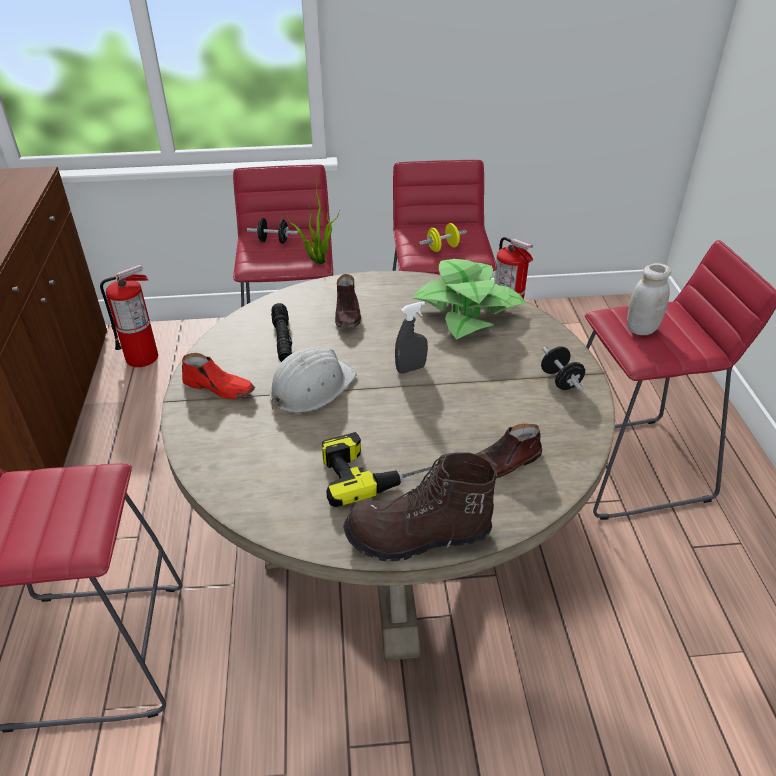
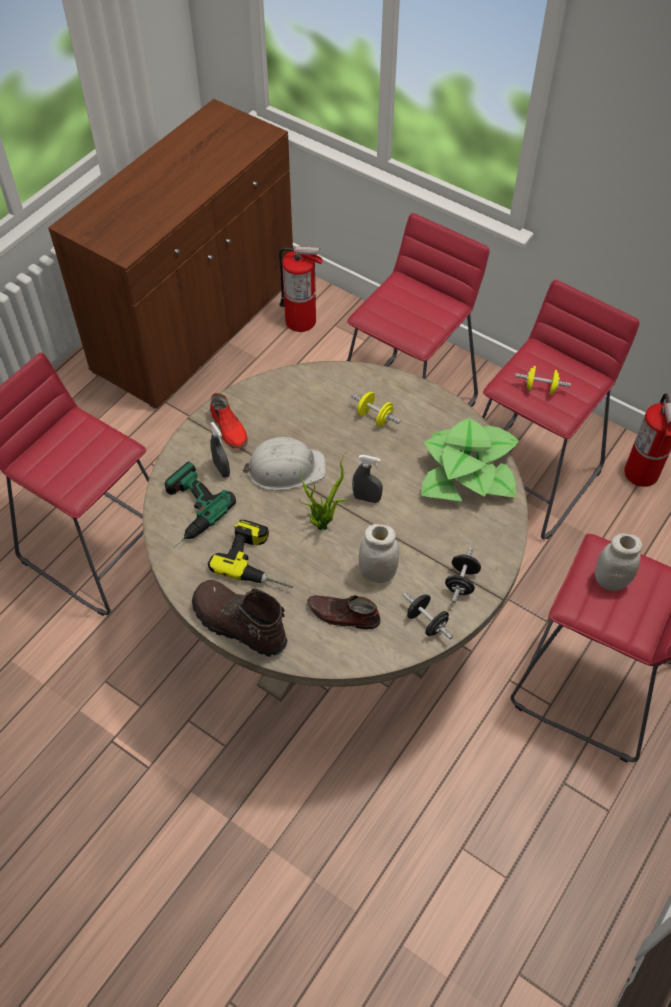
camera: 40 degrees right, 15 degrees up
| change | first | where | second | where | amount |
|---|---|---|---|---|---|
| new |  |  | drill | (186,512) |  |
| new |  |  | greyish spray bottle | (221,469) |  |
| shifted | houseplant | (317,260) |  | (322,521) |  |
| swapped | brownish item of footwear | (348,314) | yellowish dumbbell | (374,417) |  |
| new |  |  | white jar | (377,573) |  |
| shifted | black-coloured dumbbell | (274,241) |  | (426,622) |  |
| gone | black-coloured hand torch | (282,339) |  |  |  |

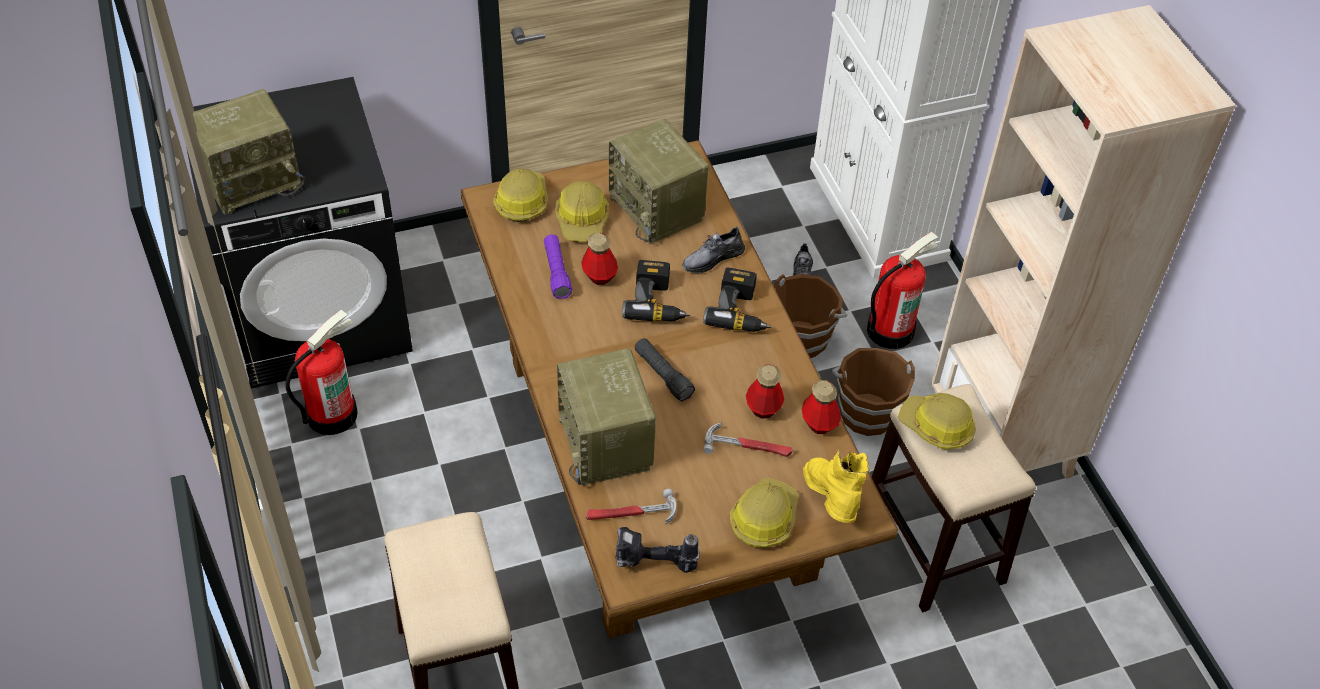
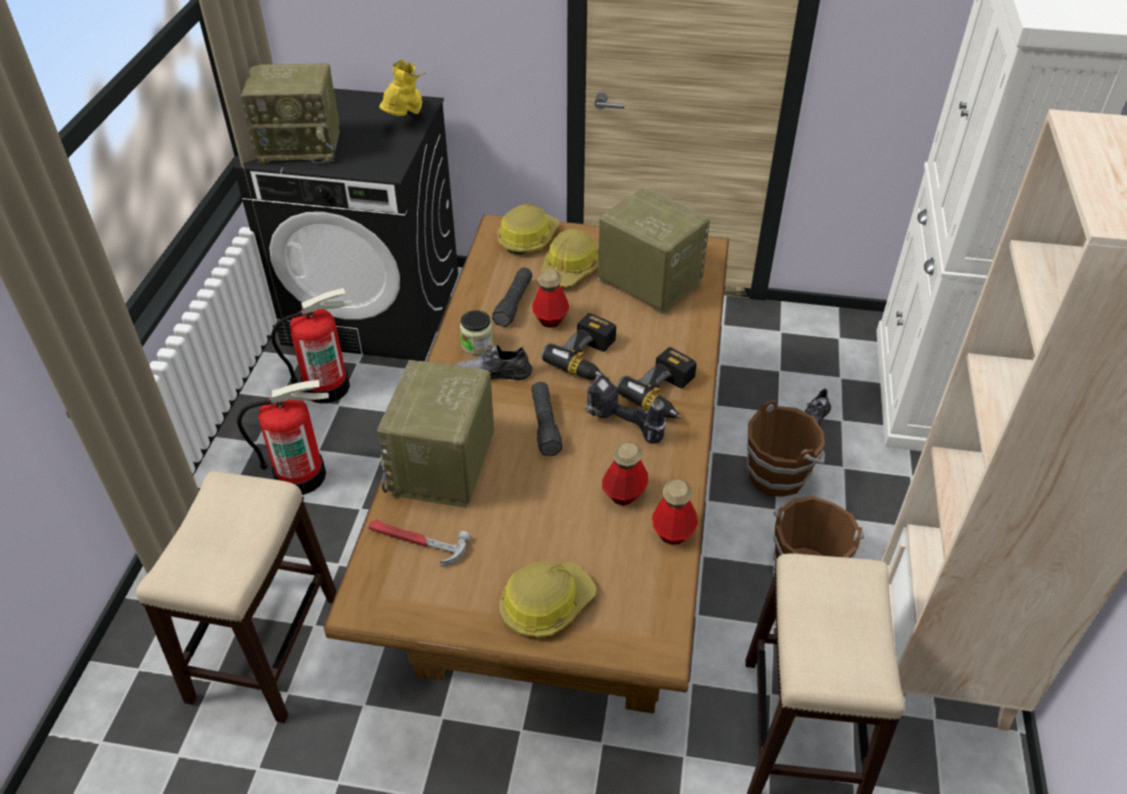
camera: 30 degrees right, 5 degrees down
| change | first | where | second | where | amount |
|---|---|---|---|---|---|
| shifted | extinguisher | (890,330) |  | (301,475) |  |
| shifted | yellowish boot | (831,502) |  | (405,118) |  |
| shifted | greyish item of footwear | (712,258) |  | (492,373) |  |
| new |  |  | jar | (477,345) |  |
| repainted | purple-coloured hand torch | (556,272) | black-coloured hand torch | (514,303) |  |
| shifted | drill | (653,565) |  | (622,427) |  |
| rotated | radio receiver | (658,209) |  | (647,282) | 135 degrees clockwise |
| gone | hammer | (748,446) |  |  |  |
| gone | safety helmet | (936,427) |  |  |  |

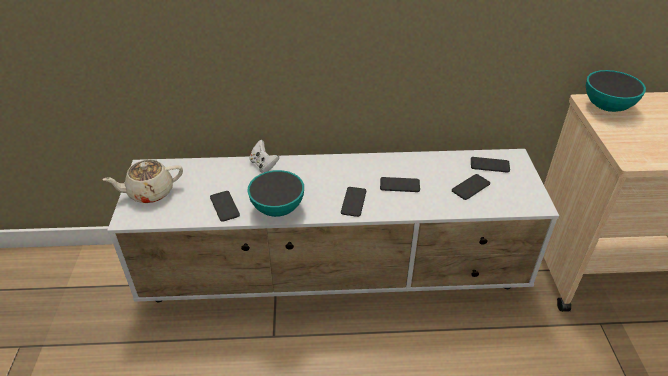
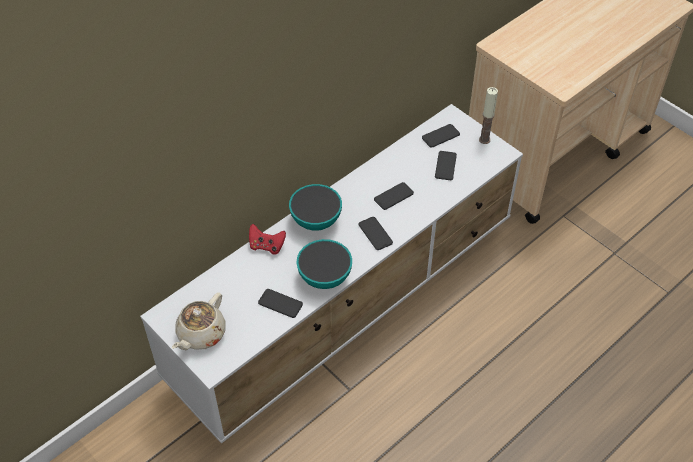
camera: 40 degrees left, 10 degrees up
| change | first | where | second | where | amount |
|---|---|---|---|---|---|
| repainted | white joypad | (263,165) | red-coloured joypad | (266,246) |  |
| shifted | serving bowl | (607,107) |  | (316,221) |  |
| new |  |  | wax light | (484,139) |  |

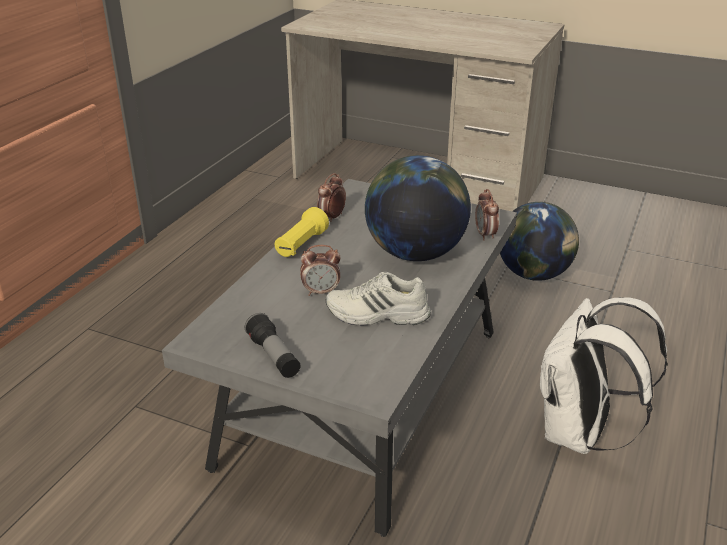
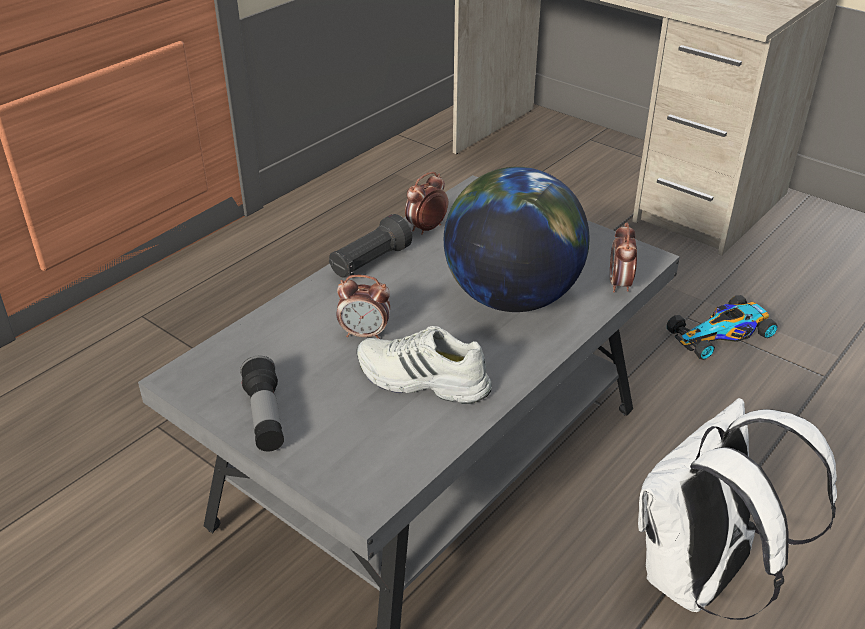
camera: 15 degrees right, 5 degrees up
| change | first | where | second | where | amount |
|---|---|---|---|---|---|
| repainted | yellowish hand torch | (301,245) | black-coloured hand torch | (370,262) |  |
| swapped | globe | (534,274) | model car | (722,333) |  |

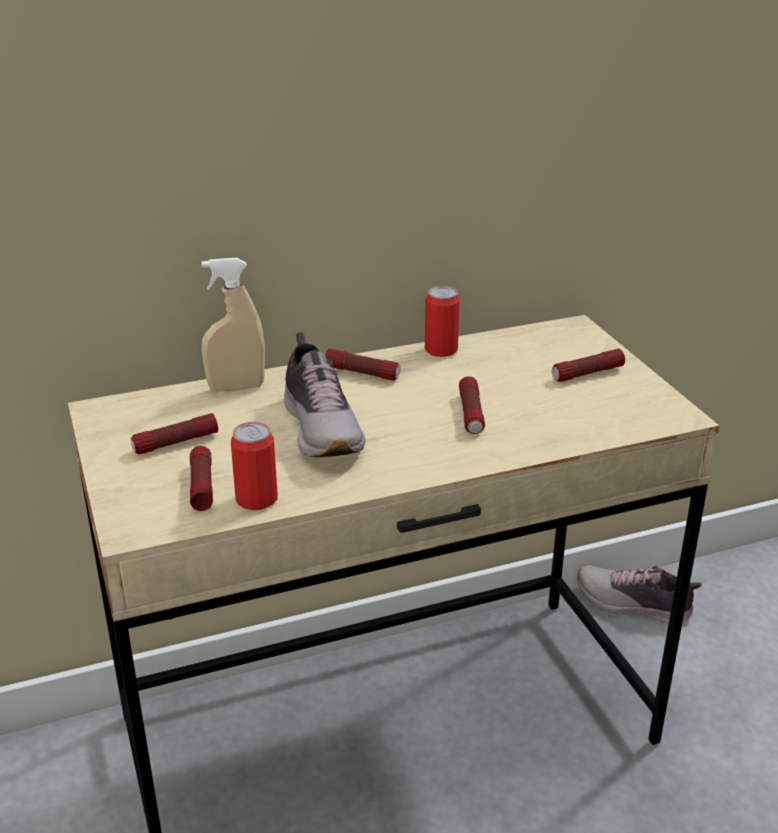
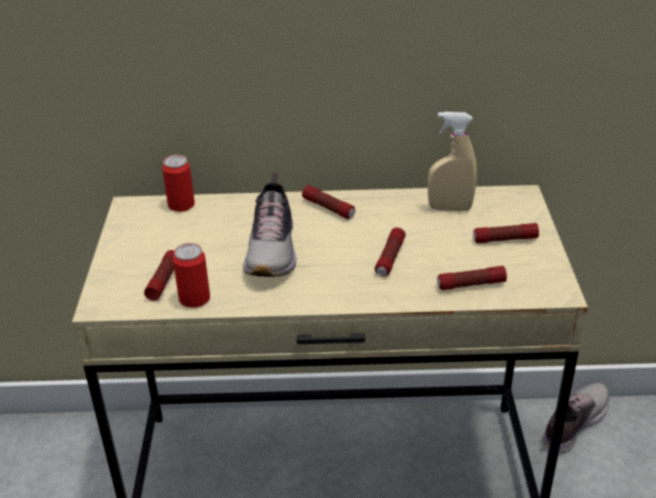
camera: 20 degrees right, 5 degrees up
| change | first | where | second | where | amount |
|---|---|---|---|---|---|
| shifted | sealed can | (441,350) |  | (181,205) |  |
| shifted | sand-coloured spray bottle | (236,387) |  | (450,208) |  |
| shifted | hand torch | (175,443) |  | (471,285) |  |
| rotated | item of footwear | (633,605) |  | (572,424) | 90 degrees clockwise |

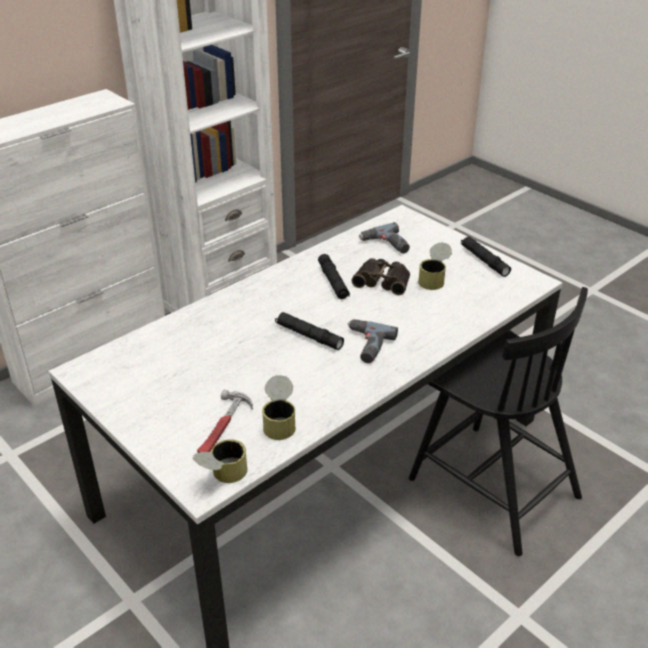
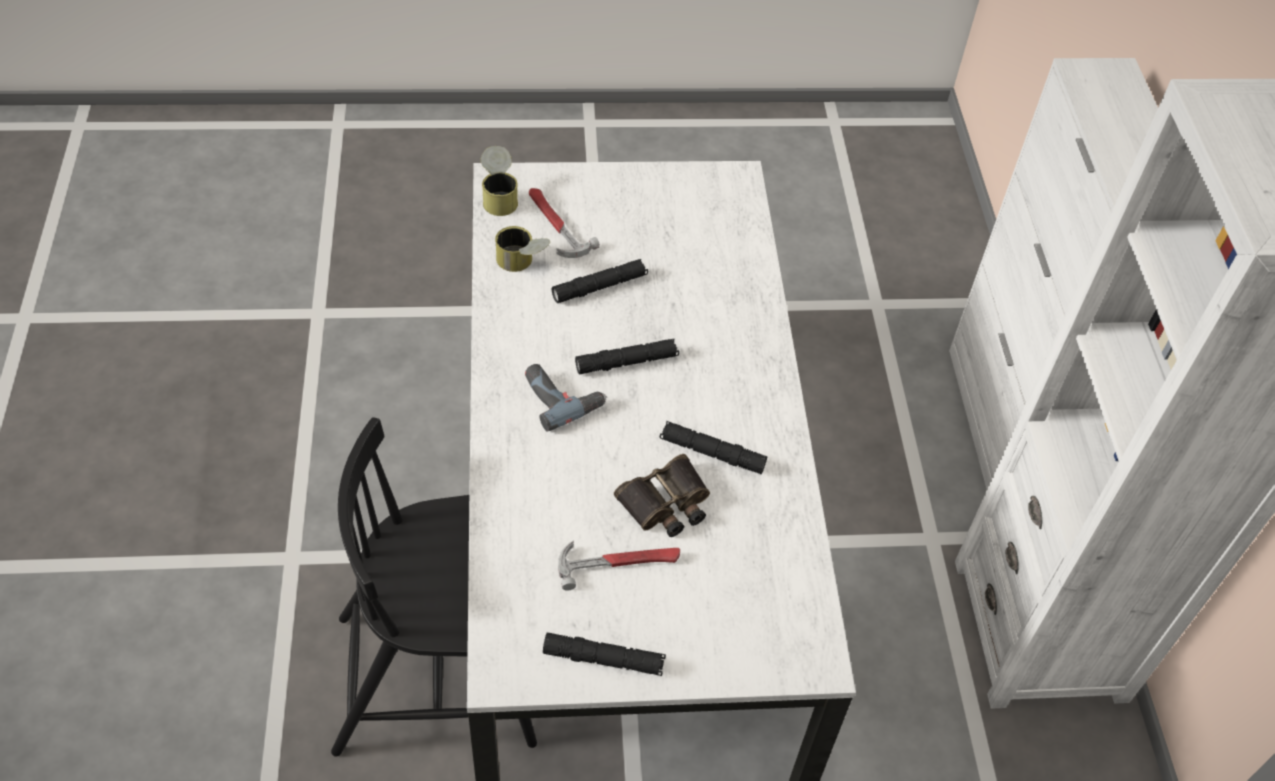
camera: 125 degrees right, 15 degrees up
| change | first | where | second | where | amount |
|---|---|---|---|---|---|
| new |  |  | black-coloured hand torch | (599,287) |  |
| swapped | sealed can | (434,279) | hammer | (619,562) |  |
| gone | drill | (385,245) |  |  |  |

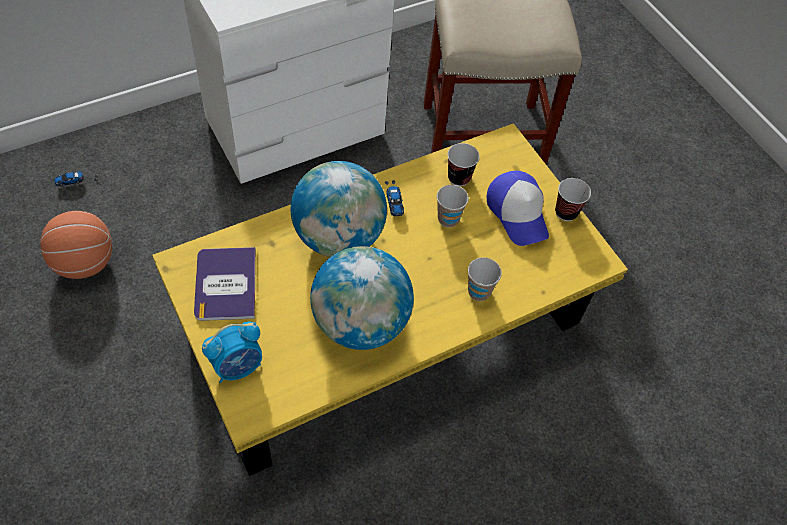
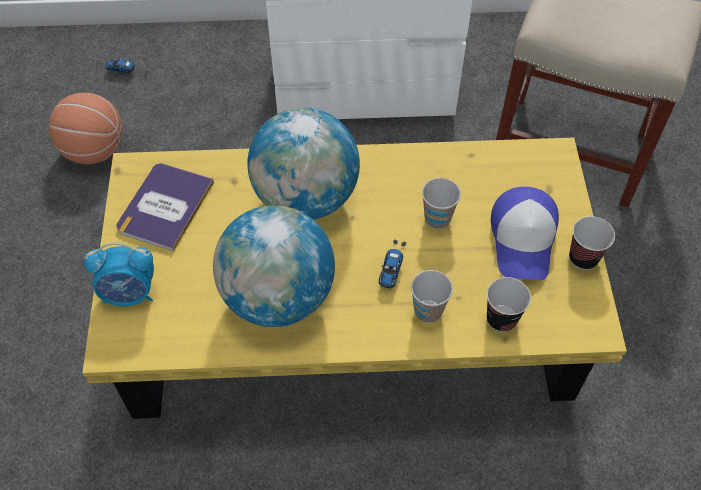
camera: 30 degrees right, 0 degrees up
| change | first | where | second | where | amount |
|---|---|---|---|---|---|
| shifted | model car | (393,200) |  | (392,266) |  |
| shifted | drinking cup | (459,178) |  | (501,319) |  |

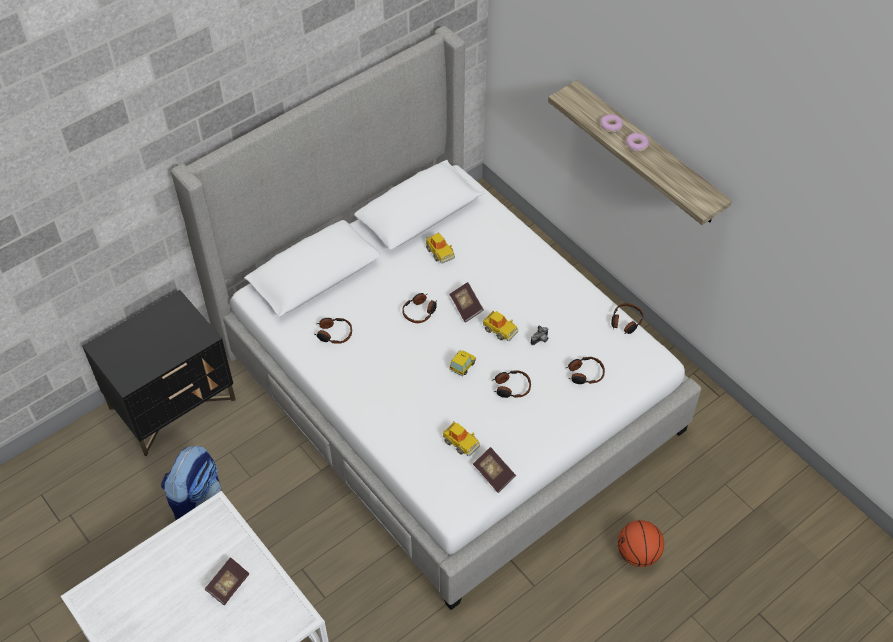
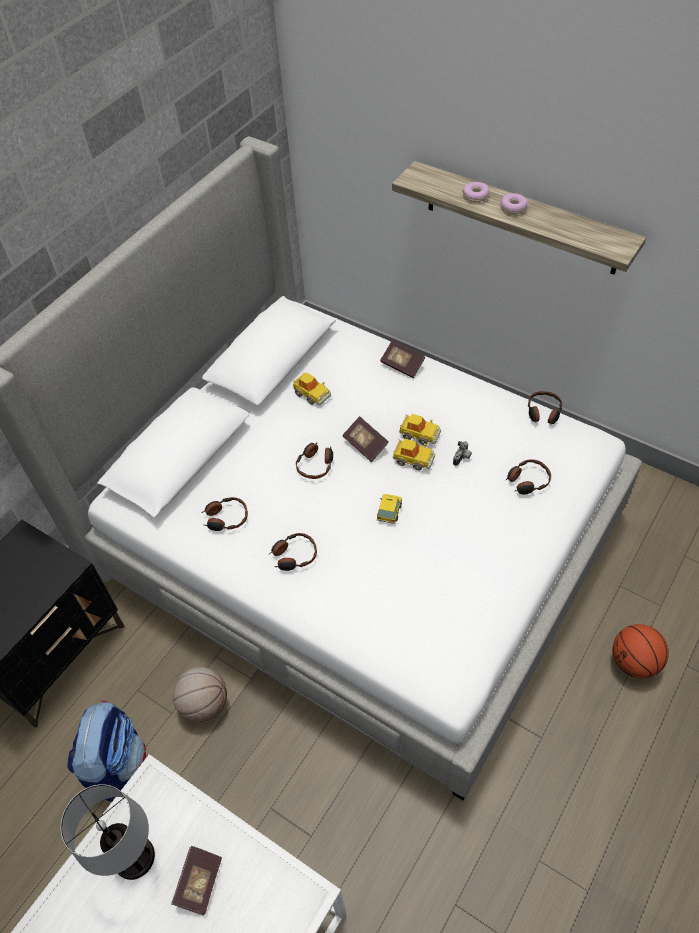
camera: 15 degrees left, 0 degrees up
| change | first | where | second | where | amount |
|---|---|---|---|---|---|
| new |  |  | tabletop lamp | (135,857) |  |
| new |  |  | basketball | (204,704) |  |
| shifted | headset | (511,387) |  | (293,556) |  |
| shifted | volume | (494,474) |  | (402,365) |  |
| shifted | model car | (460,442) |  | (419,434) |  |

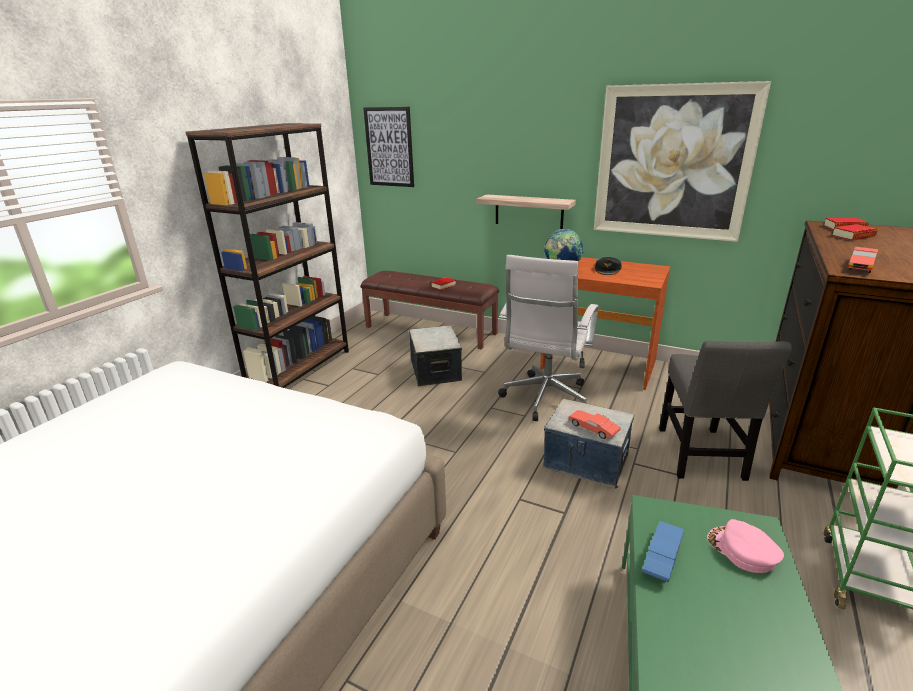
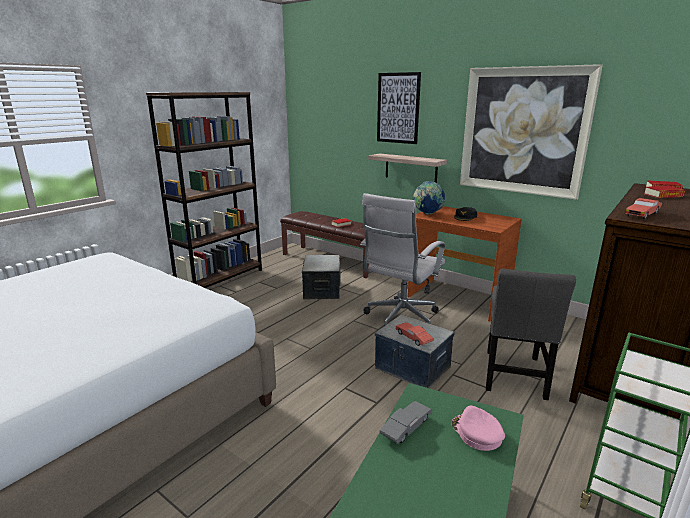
camera: 10 degrees right, 5 degrees down
| change | first | where | second | where | amount |
|---|---|---|---|---|---|
| shifted | wall picture | (389,147) |  | (398,108) |  |
| repainted | blue-coloured model car | (662,558) | greyish model car | (406,428) |  |

